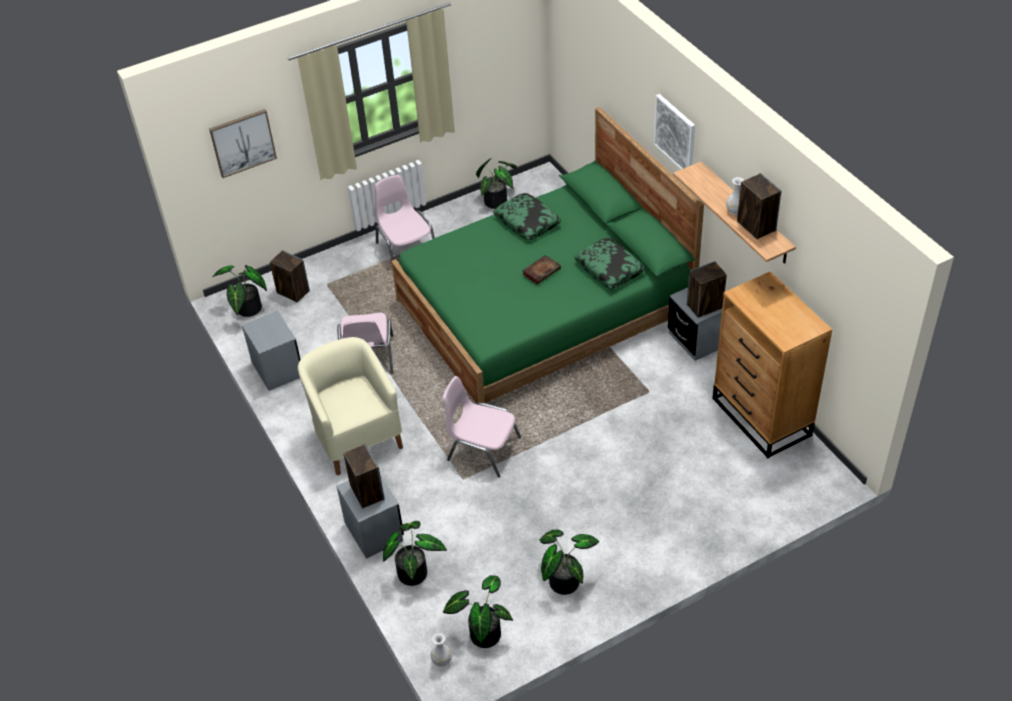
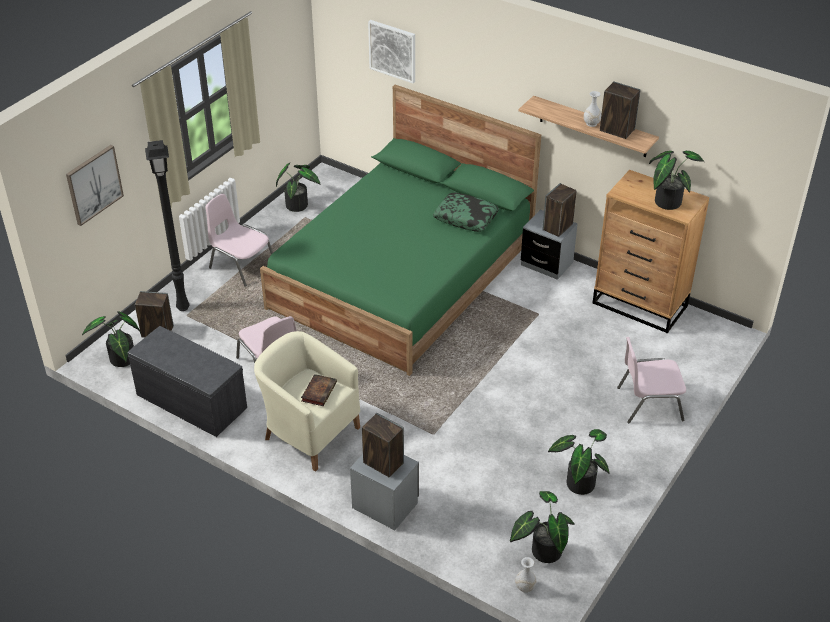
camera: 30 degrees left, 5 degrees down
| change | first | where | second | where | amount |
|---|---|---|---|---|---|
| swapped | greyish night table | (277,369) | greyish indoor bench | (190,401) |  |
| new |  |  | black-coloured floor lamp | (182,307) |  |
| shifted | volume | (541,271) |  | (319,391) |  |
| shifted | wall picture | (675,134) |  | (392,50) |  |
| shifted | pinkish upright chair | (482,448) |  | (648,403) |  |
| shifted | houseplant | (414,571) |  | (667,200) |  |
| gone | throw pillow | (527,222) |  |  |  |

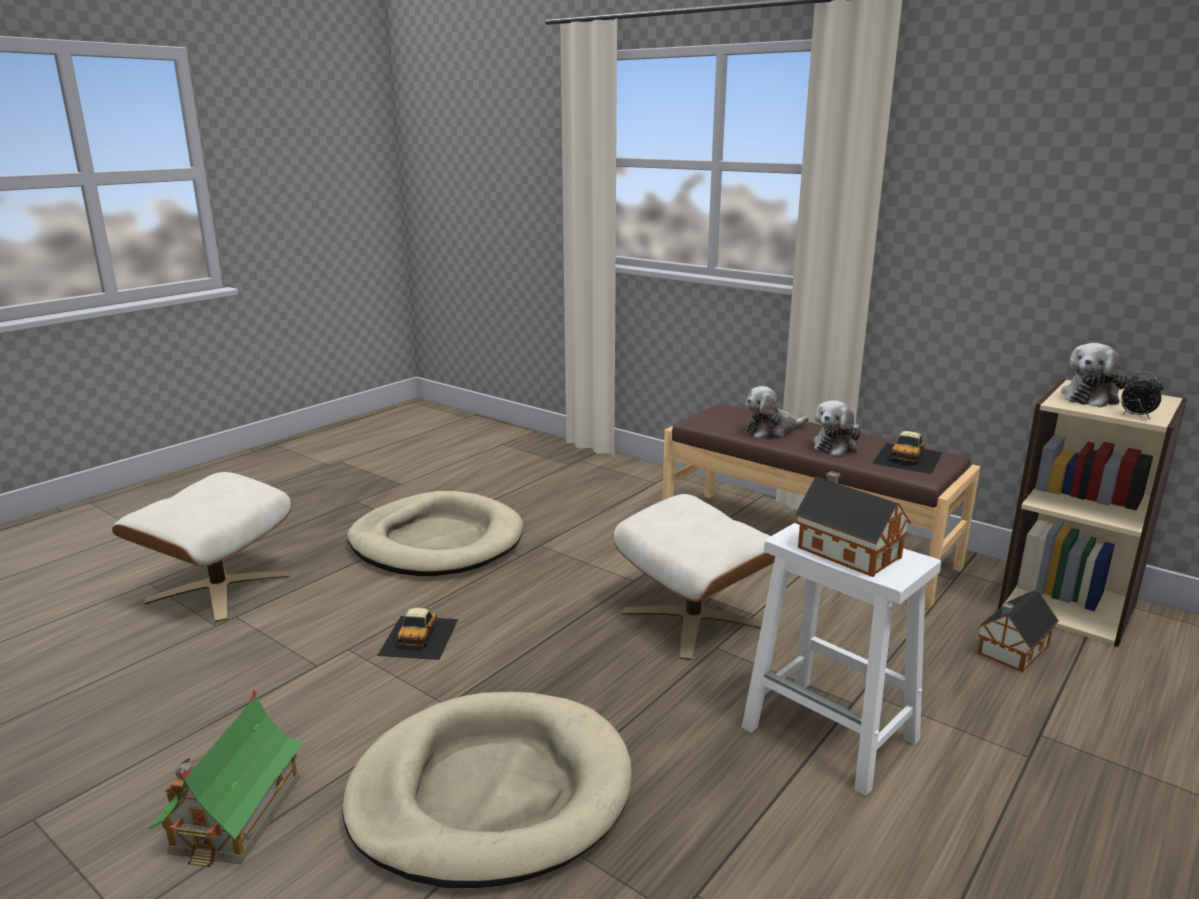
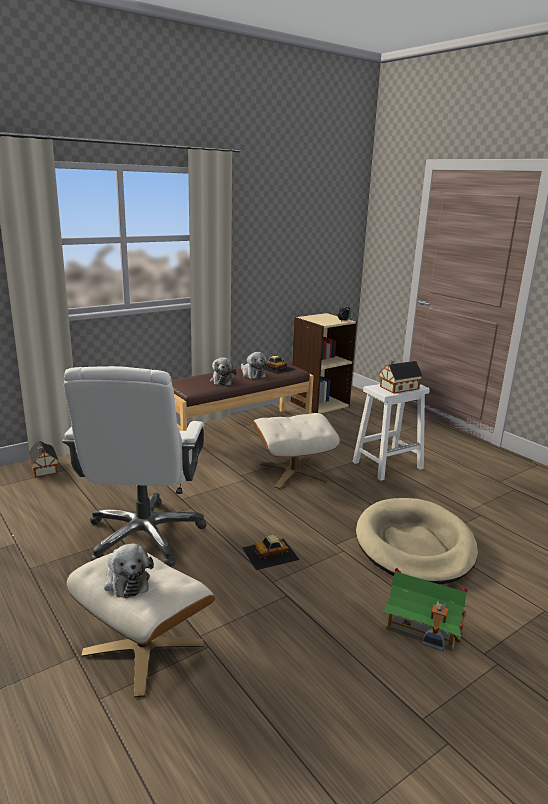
camera: 75 degrees left, 0 degrees up
| change | first | where | second | where | amount |
|---|---|---|---|---|---|
| shifted | miniature house | (1011,650) |  | (43,469) |  |
| swapped | sand-coloured pet bed | (437,541) | white desk chair | (144,536) |  |
| shifted | cuddly toy | (1091,397) |  | (126,580) |  |
| rotated | model car | (419,636) |  | (270,553) | 135 degrees clockwise |

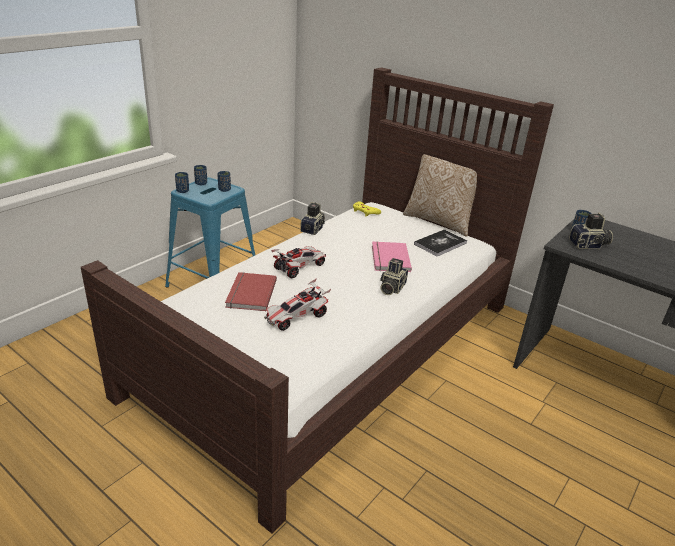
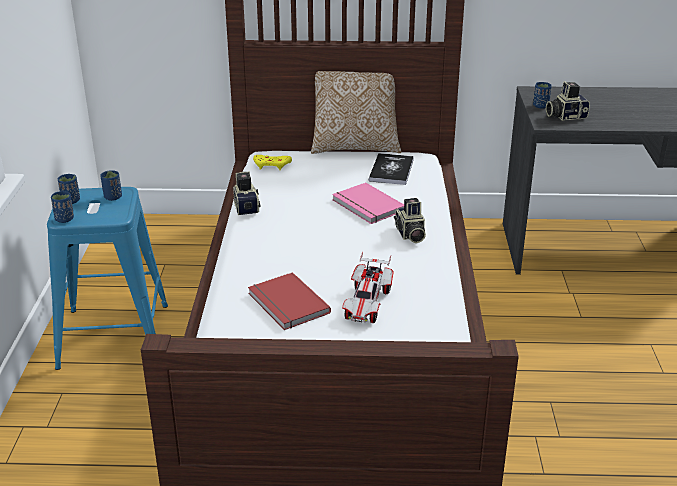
camera: 35 degrees left, 0 degrees up
| change | first | where | second | where | amount |
|---|---|---|---|---|---|
| rotated | still camera | (589,245) |  | (565,116) | 150 degrees counterclockwise |
| gone | model car | (299,267) |  |  |  |

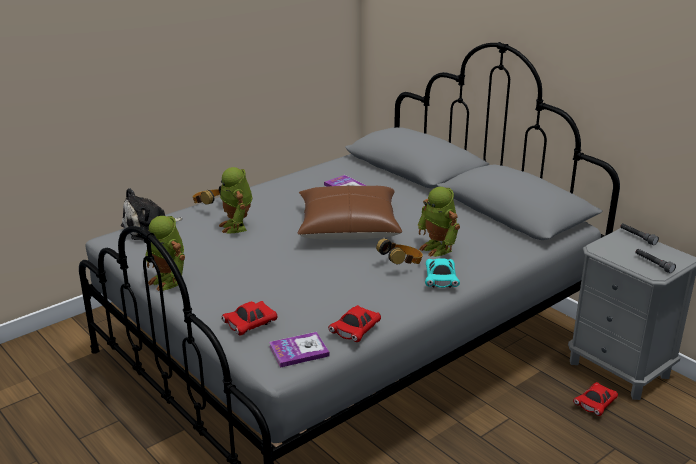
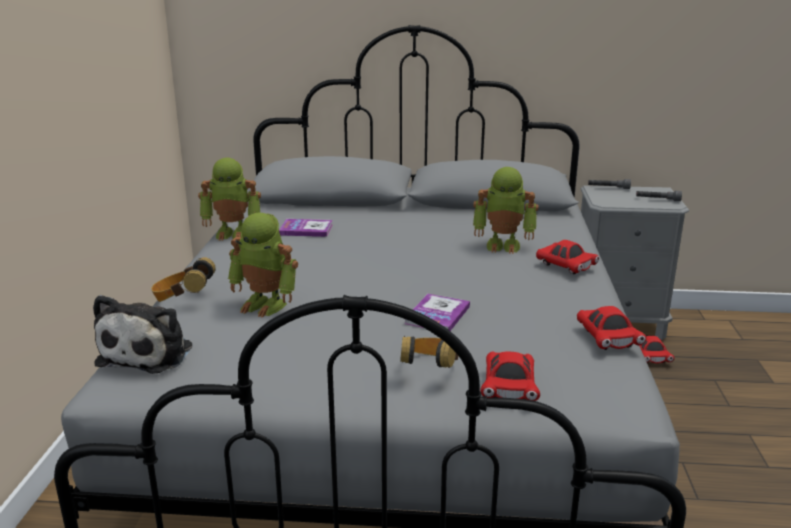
camera: 45 degrees left, 5 degrees down
| change | first | where | second | where | amount |
|---|---|---|---|---|---|
| shifted | toy robot | (168,280) |  | (233,233) |  |
| shifted | headset | (401,264) |  | (430,369) |  |
| shifted | volume | (299,351) |  | (437,315) |  |
| repainted | blue-green model car | (440,280) | red-coloured model car | (565,267) |  |
| gone | brownish throw pillow | (348,226) |  |  |  |

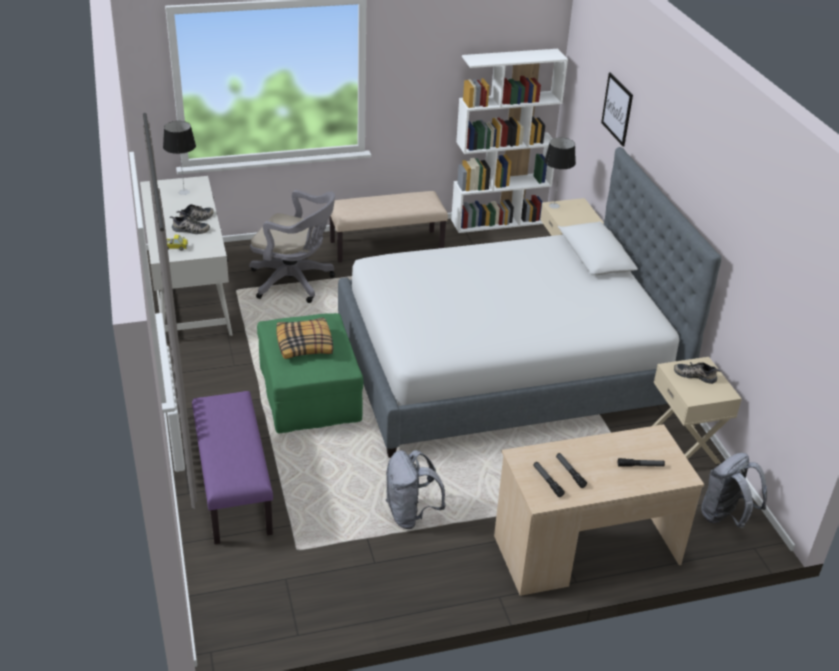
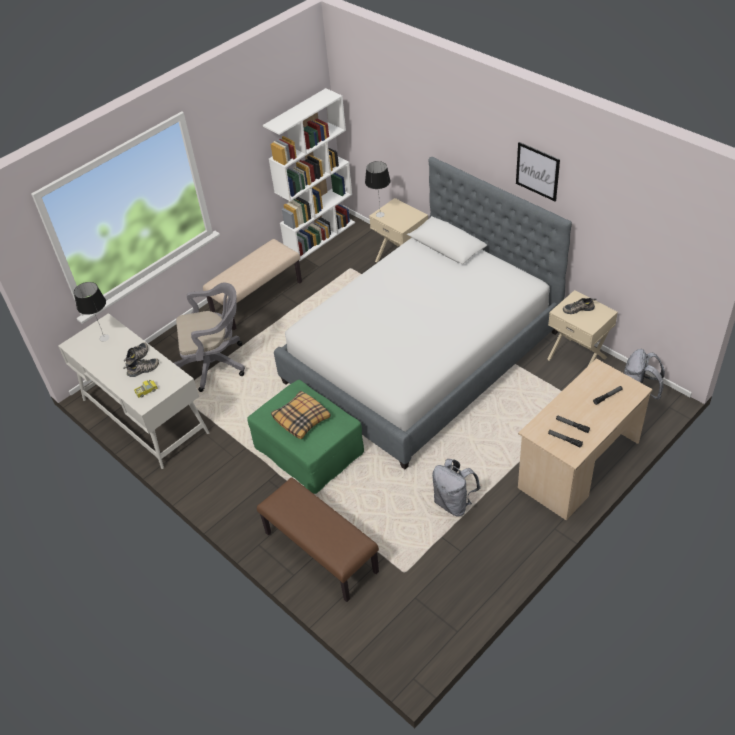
camera: 25 degrees left, 10 degrees up
| change | first | where | second | where | amount |
|---|---|---|---|---|---|
| repainted | purple-coloured indoor bench | (233,487) | brownish indoor bench | (320,552) |  |
| shifted | wall picture | (617,109) |  | (537,171) |  |

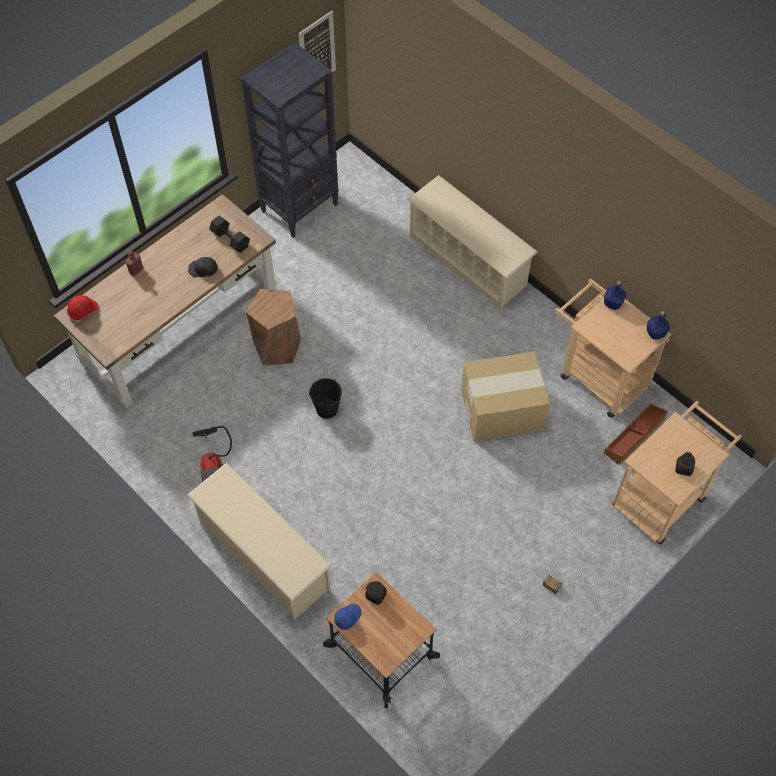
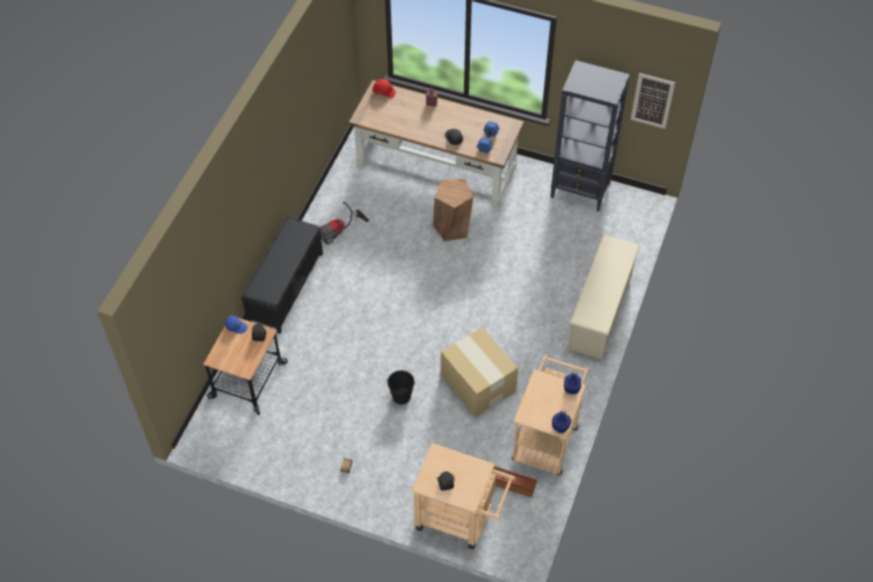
camera: 65 degrees right, 5 degrees down
| change | first | where | second | where | amount |
|---|---|---|---|---|---|
| swapped | sand-coloured shoe shelf | (264,557) | black-coloured indoor bench | (286,287) |  |
| shifted | black-coloured pail | (327,409) |  | (401,396) |  |
| repainted | black-coloured dumbbell | (231,239) | blue-coloured dumbbell | (488,142) |  |

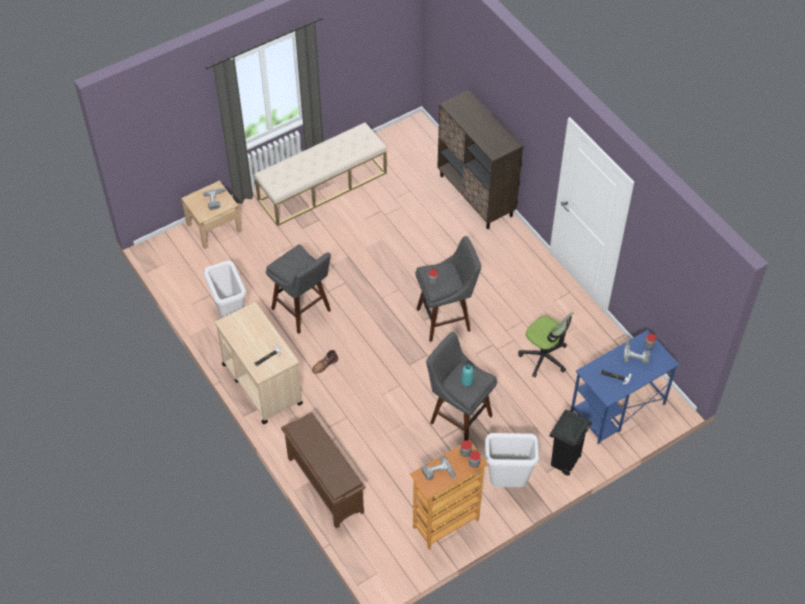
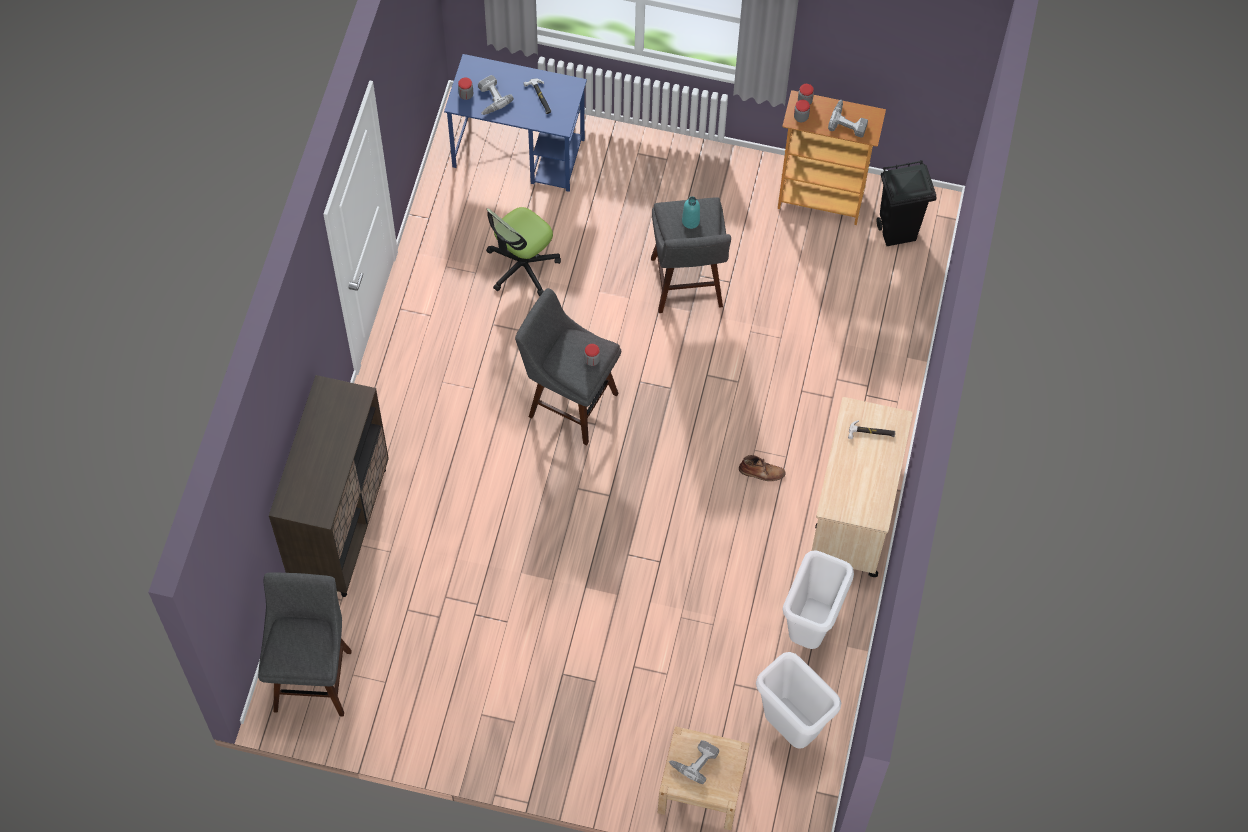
camera: 135 degrees left, 10 degrees up
| change | first | where | second | where | amount |
|---|---|---|---|---|---|
| shifted | greyish stool seat | (303,311) |  | (313,676) |  |
| rotated | desk chair | (544,357) |  | (522,266) | 135 degrees counterclockwise |
| shifted | white rubbish bin | (507,484) |  | (791,728) |  |
| shifted | black-coloured rubbish bin | (564,462) |  | (898,232) |  |
| gone | sand-coloured indoor bench | (322,186) |  |  |  |
| gone | brownish shoe shelf | (324,484) |  |  |  |

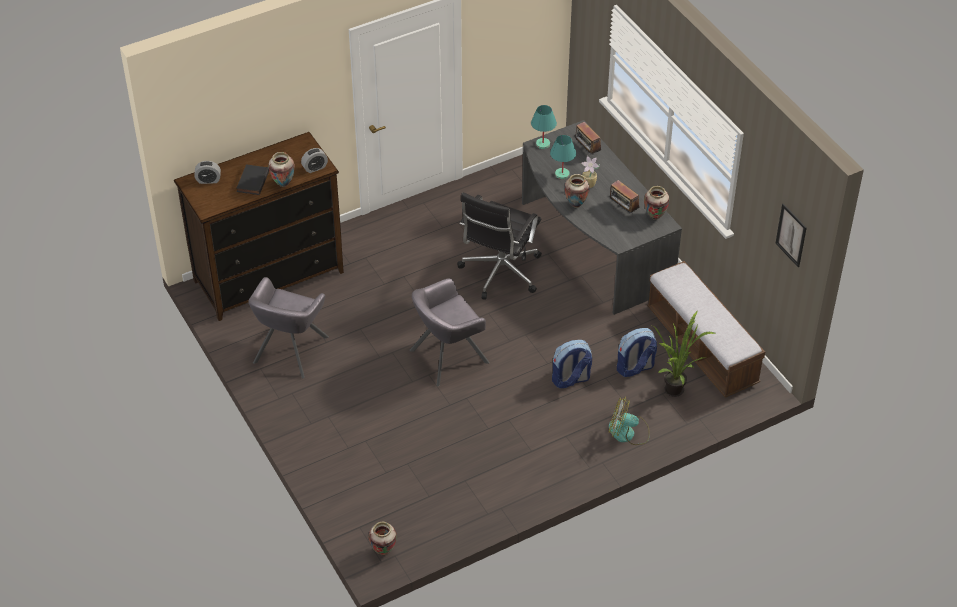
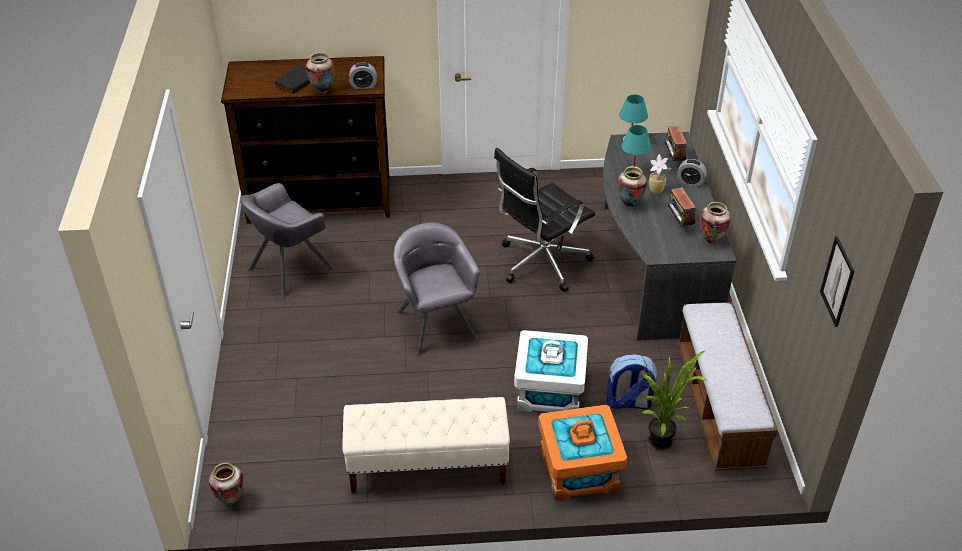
camera: 25 degrees right, 5 degrees down
| change | first | where | second | where | amount |
|---|---|---|---|---|---|
| new |  |  | sand-coloured indoor bench | (427,467) |  |
| rotated | greyish easy chair | (448,356) |  | (436,324) | 75 degrees clockwise |
| swapped | knapsack | (570,380) | white storage box | (549,390) |  |
| swapped | cooling fan | (628,433) | orange storage box | (579,470) |  |
| shifted | bedside clock | (208,180) |  | (690,182) |  |

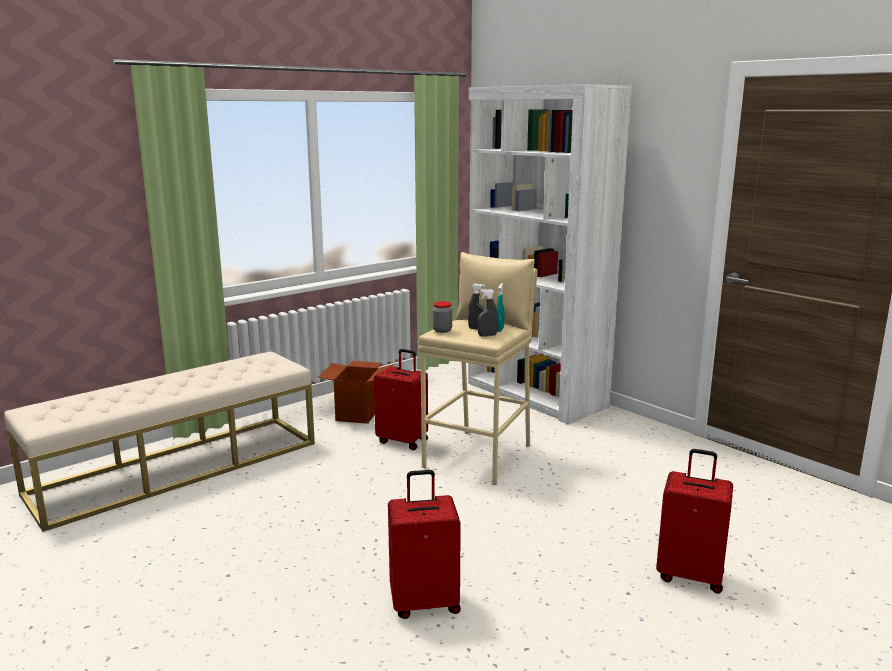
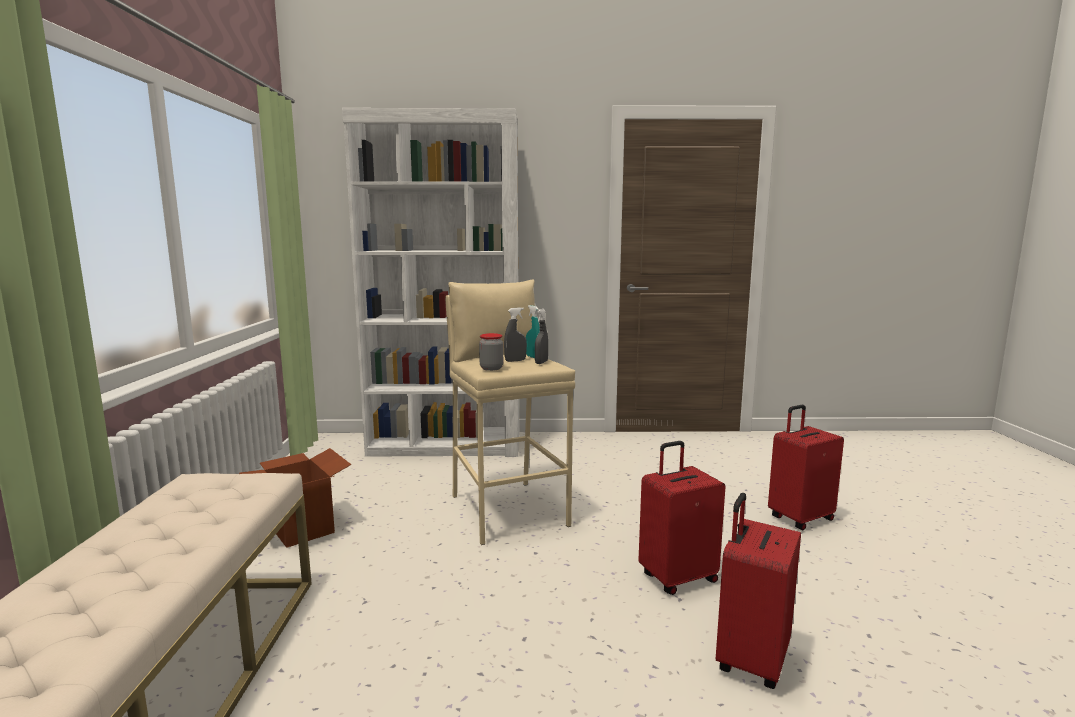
camera: 50 degrees left, 5 degrees down
| change | first | where | second | where | amount |
|---|---|---|---|---|---|
| shifted | red-coloured piece of luggage | (403,441) |  | (677,577) |  |

